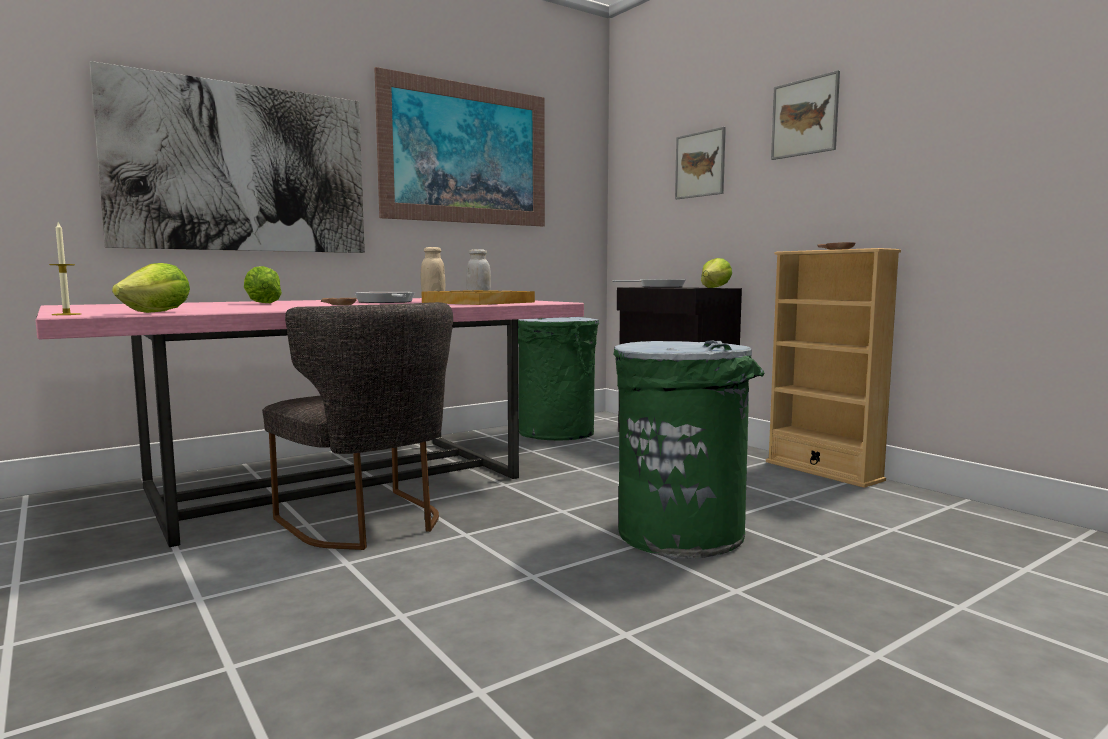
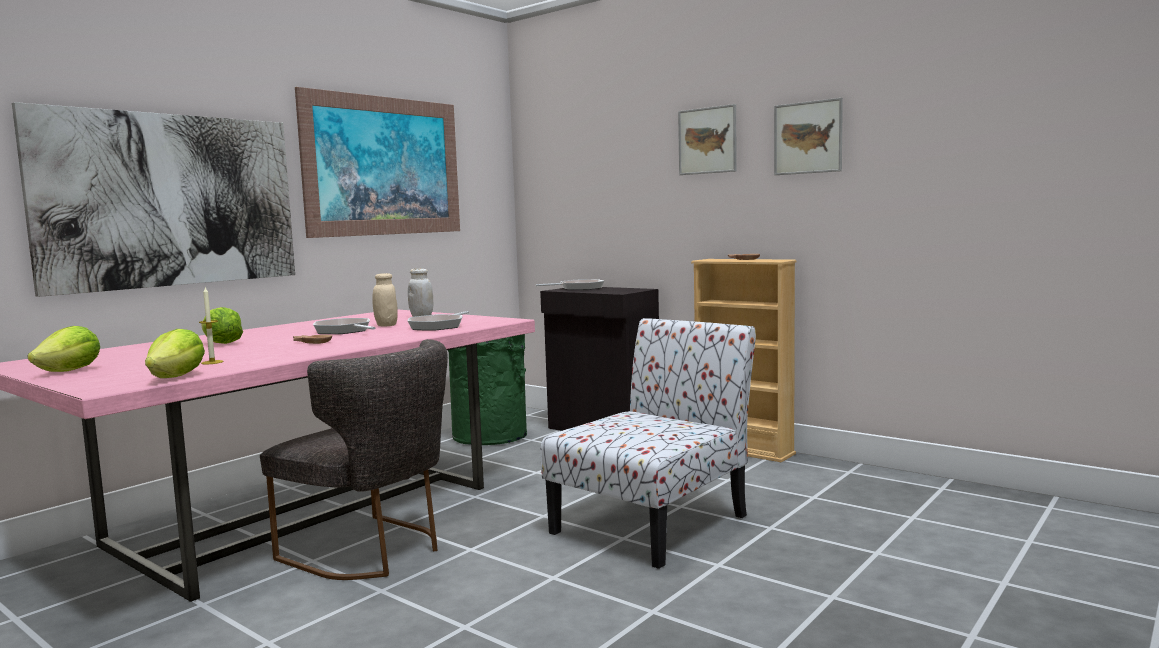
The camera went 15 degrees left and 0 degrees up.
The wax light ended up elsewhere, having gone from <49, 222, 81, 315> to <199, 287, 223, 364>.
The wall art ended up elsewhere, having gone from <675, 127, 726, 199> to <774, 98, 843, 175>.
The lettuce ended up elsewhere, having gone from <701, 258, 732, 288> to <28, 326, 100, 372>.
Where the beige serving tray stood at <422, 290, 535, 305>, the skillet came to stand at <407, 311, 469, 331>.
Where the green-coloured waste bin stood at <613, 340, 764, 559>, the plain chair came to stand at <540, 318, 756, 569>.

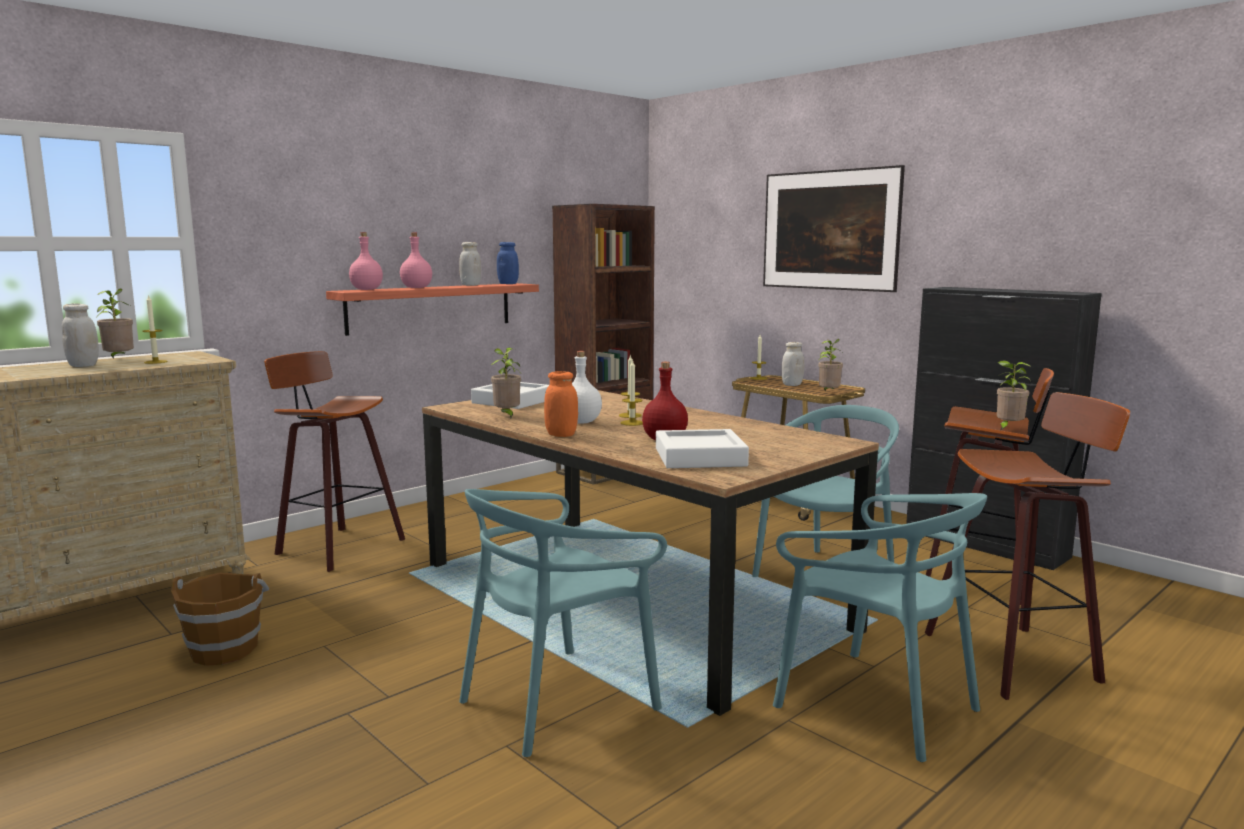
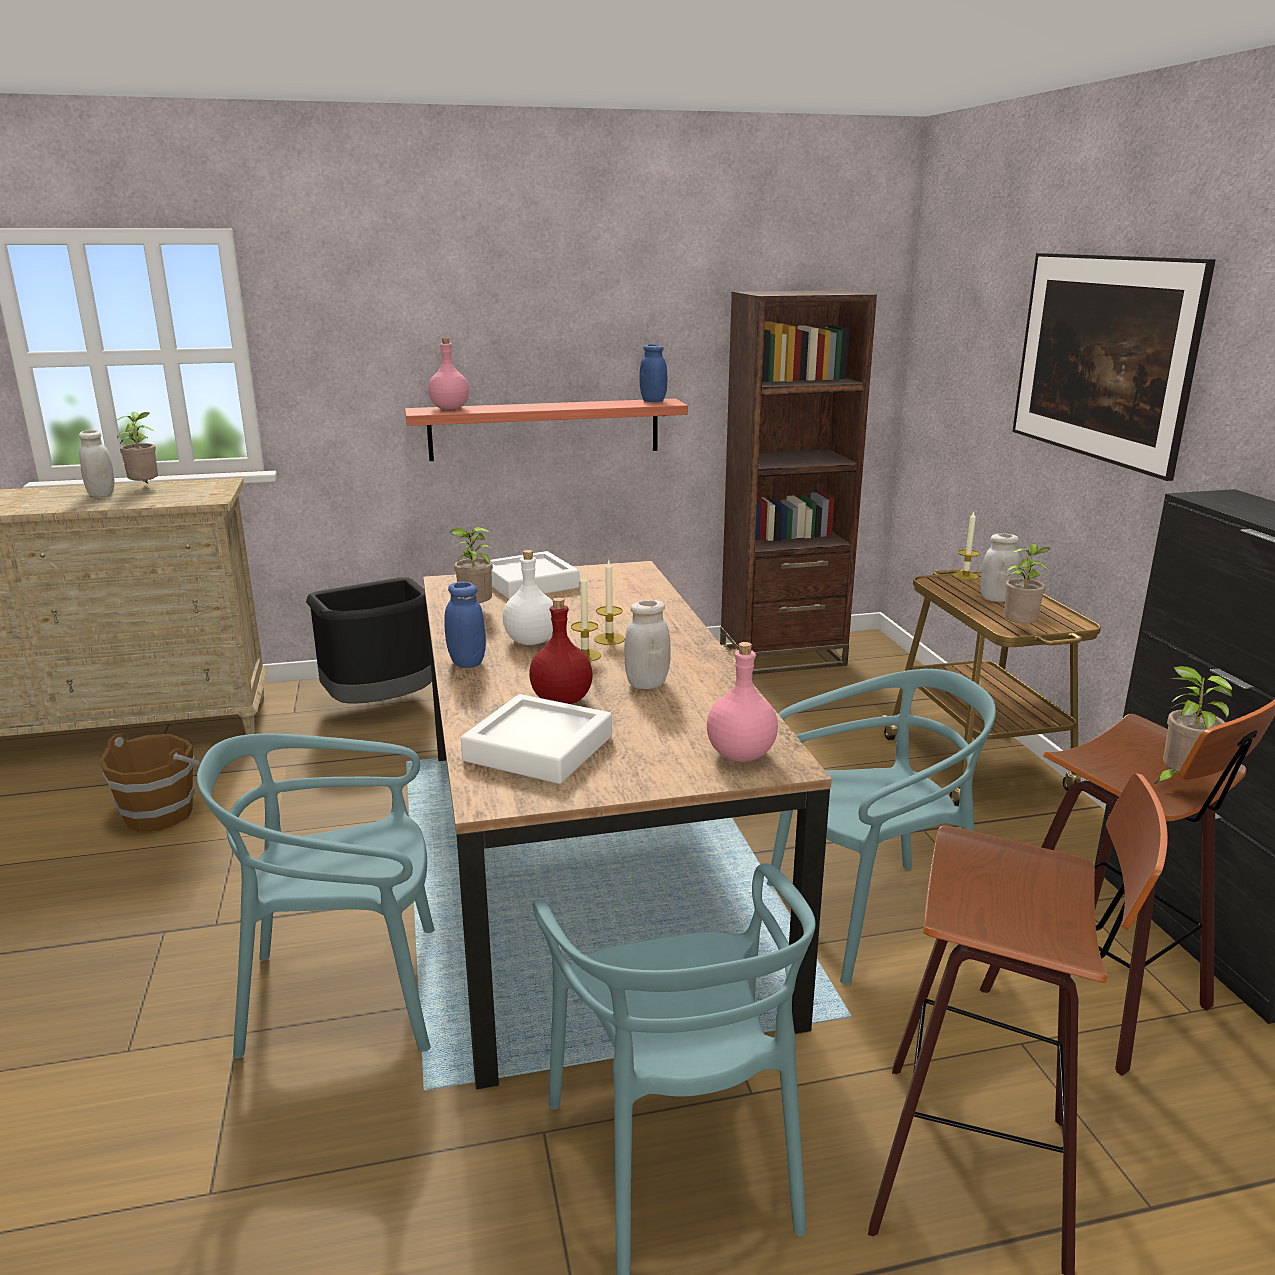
The camera went 30 degrees right and 10 degrees up.
The second view lost the wax light at <142, 295, 168, 364>.
The pink-coloured beverage bottle ended up elsewhere, having gone from <400, 233, 432, 288> to <707, 642, 778, 762>.
The white preserve jar ended up elsewhere, having gone from <459, 242, 481, 286> to <624, 600, 671, 689>.
Where the stool seat stood at <264, 351, 405, 572>, the blackish waste bin came to stand at <306, 577, 432, 704>.
What was the orangey preserve jar at <544, 371, 578, 437> turned into the bluish preserve jar at <444, 582, 486, 668>.

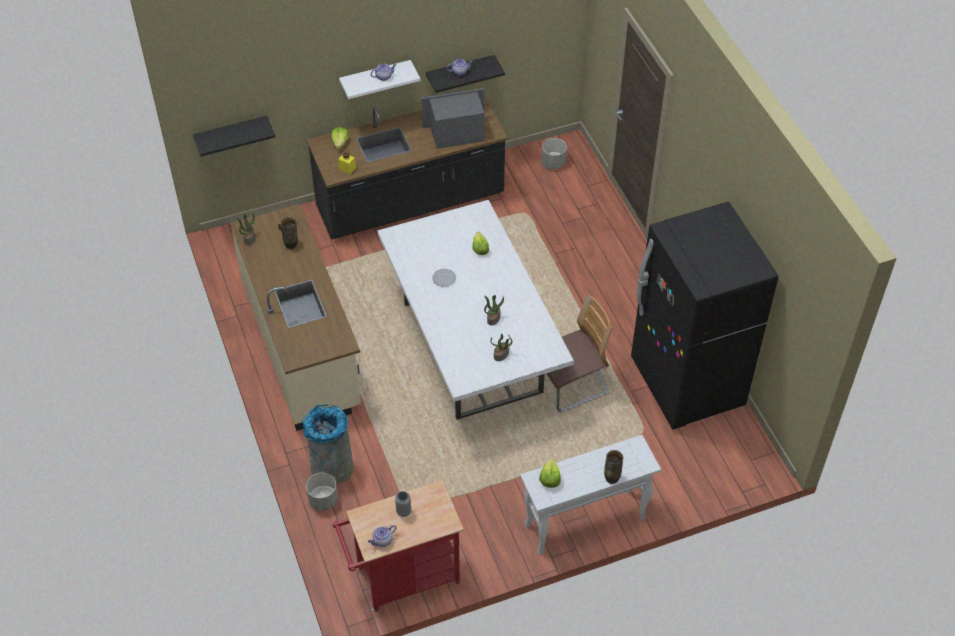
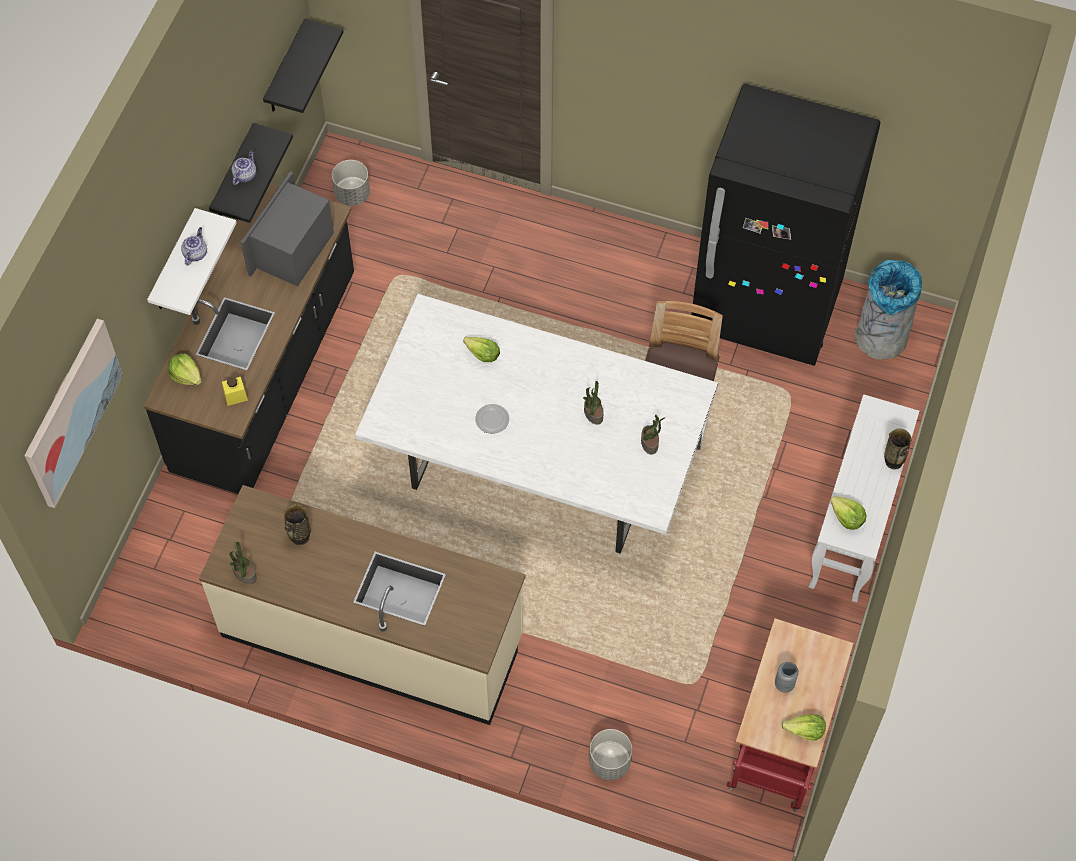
The camera went 50 degrees left and 10 degrees up.
The second view gained the wall art at <24, 319, 123, 508>.
The blackish bracket shelf ended up elsewhere, having gone from <193, 116, 275, 156> to <263, 18, 344, 113>.
The grey waste bin ended up elsewhere, having gone from <303, 404, 353, 484> to <854, 260, 922, 359>.
Where the teapot stood at <368, 525, 396, 547>, the lettuce came to stand at <782, 714, 826, 741>.

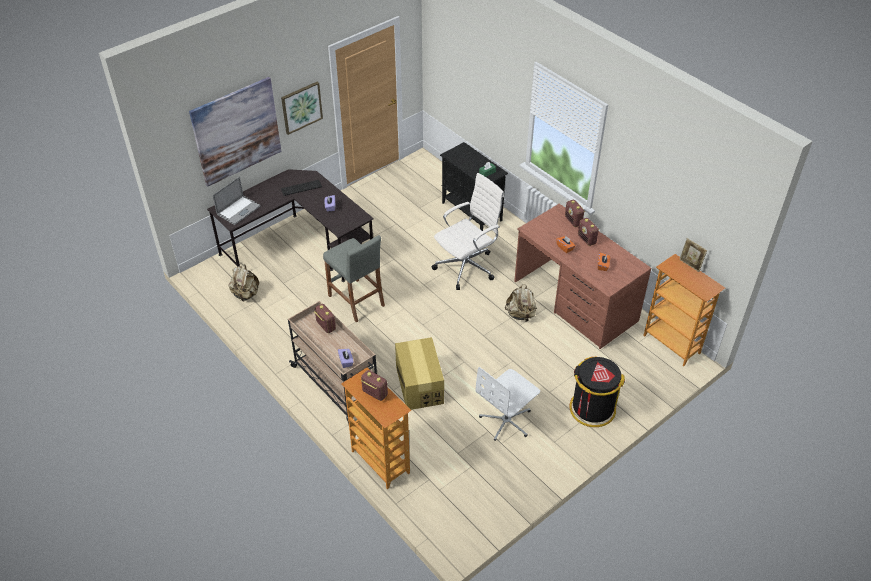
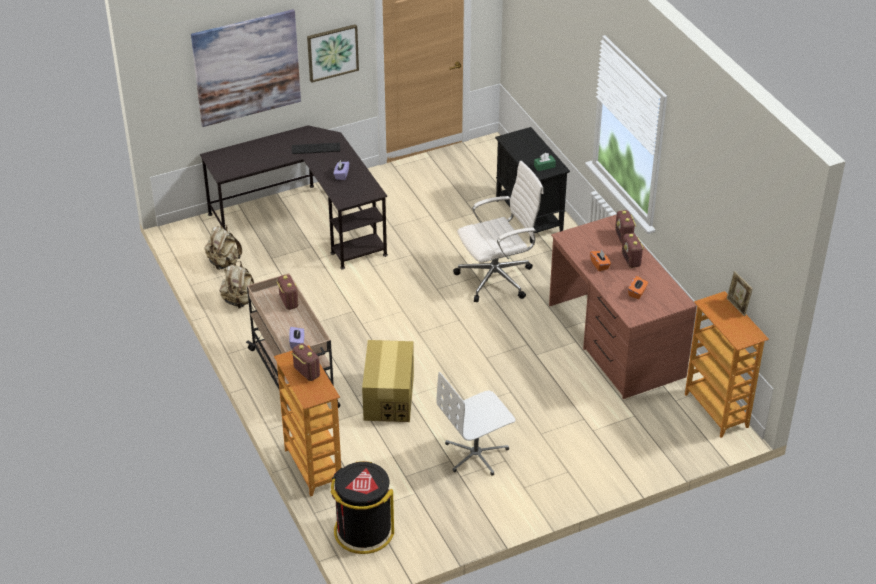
The camera went 15 degrees right and 5 degrees down.
The second view lost the notebook computer at <213, 177, 261, 225>.
The second view lost the grey stool seat at <323, 235, 385, 323>.
The beige backpack ended up elsewhere, having gone from <505, 284, 537, 322> to <220, 261, 254, 308>.
The blackish waste bin ended up elsewhere, having gone from <570, 356, 625, 427> to <330, 461, 394, 554>.

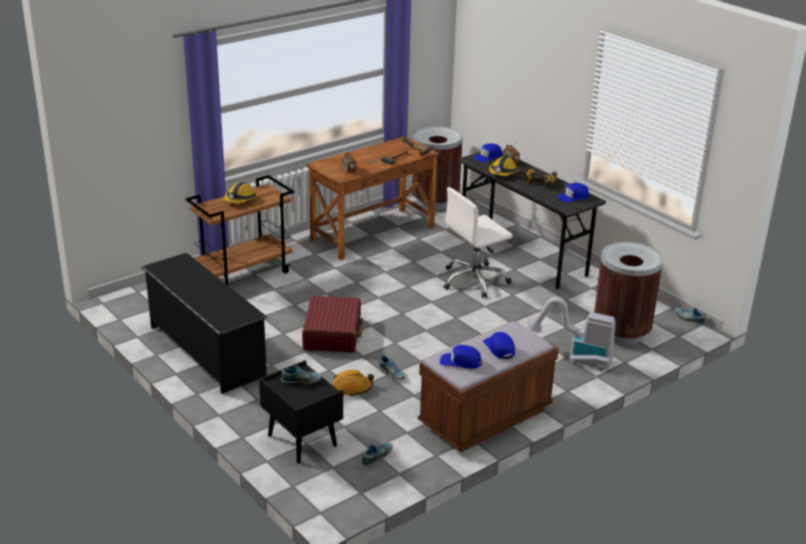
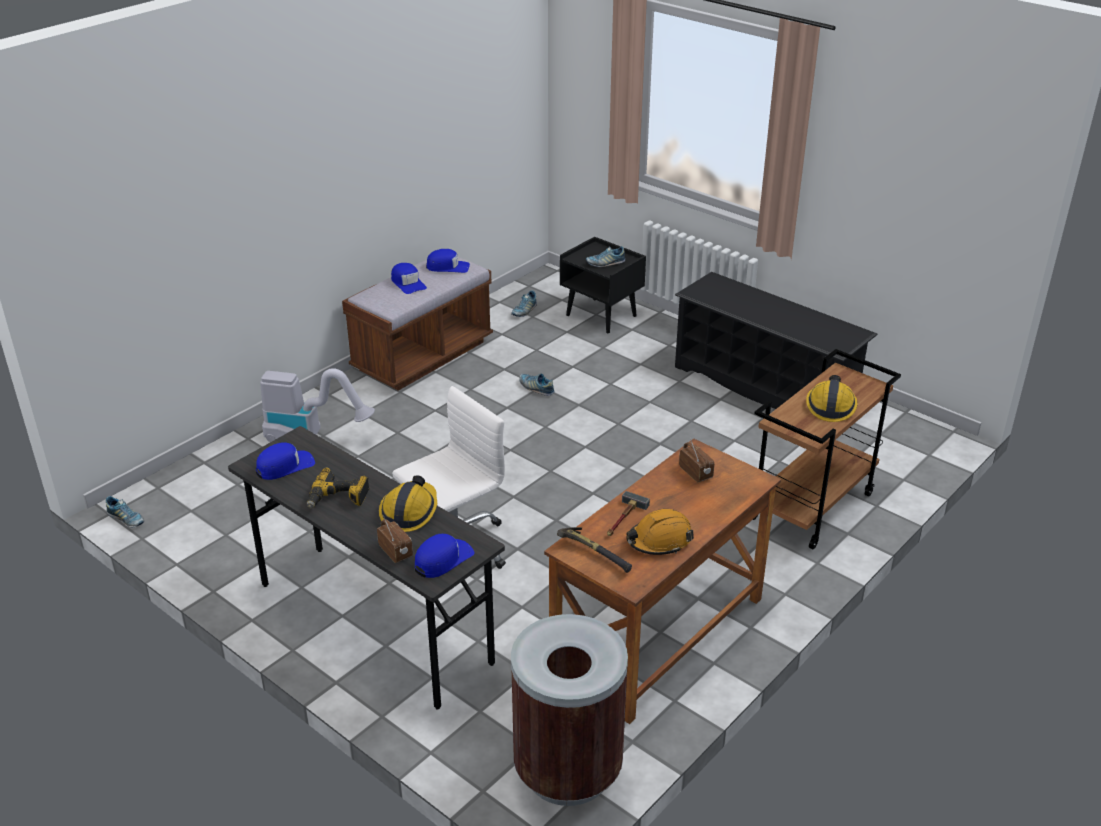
The camera went 170 degrees right and 5 degrees up.
The second view lost the reddish travel case at <302, 296, 362, 353>.
The second view lost the brown-coloured waste bin at <594, 242, 663, 345>.
The orangey hard hat ended up elsewhere, having gone from <333, 370, 374, 397> to <626, 509, 694, 555>.

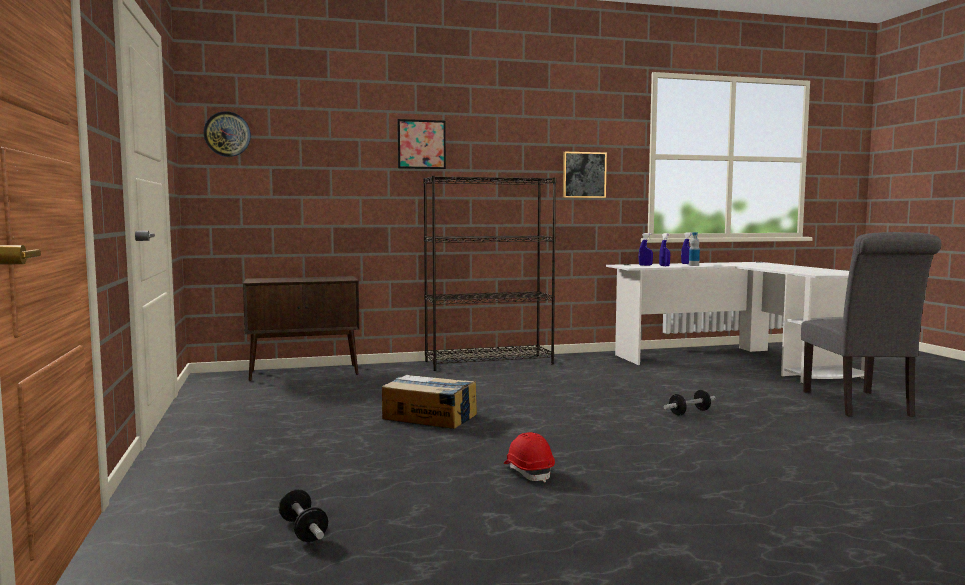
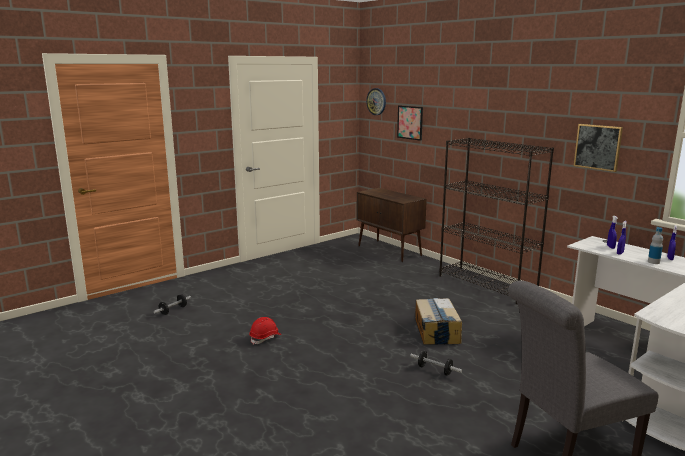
The camera went 65 degrees right and 10 degrees up.
The packing box ended up elsewhere, having gone from <382, 375, 477, 429> to <415, 298, 462, 345>.
The wall art ended up elsewhere, having gone from <397, 119, 446, 169> to <397, 106, 423, 141>.

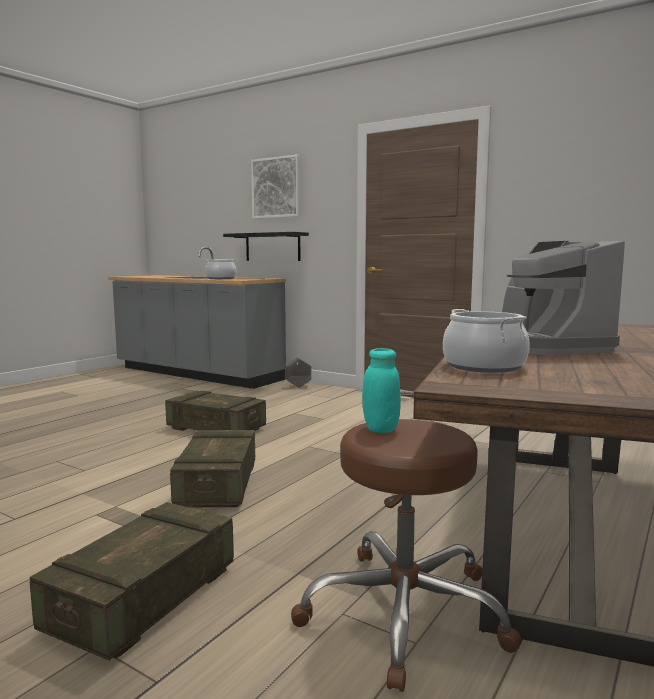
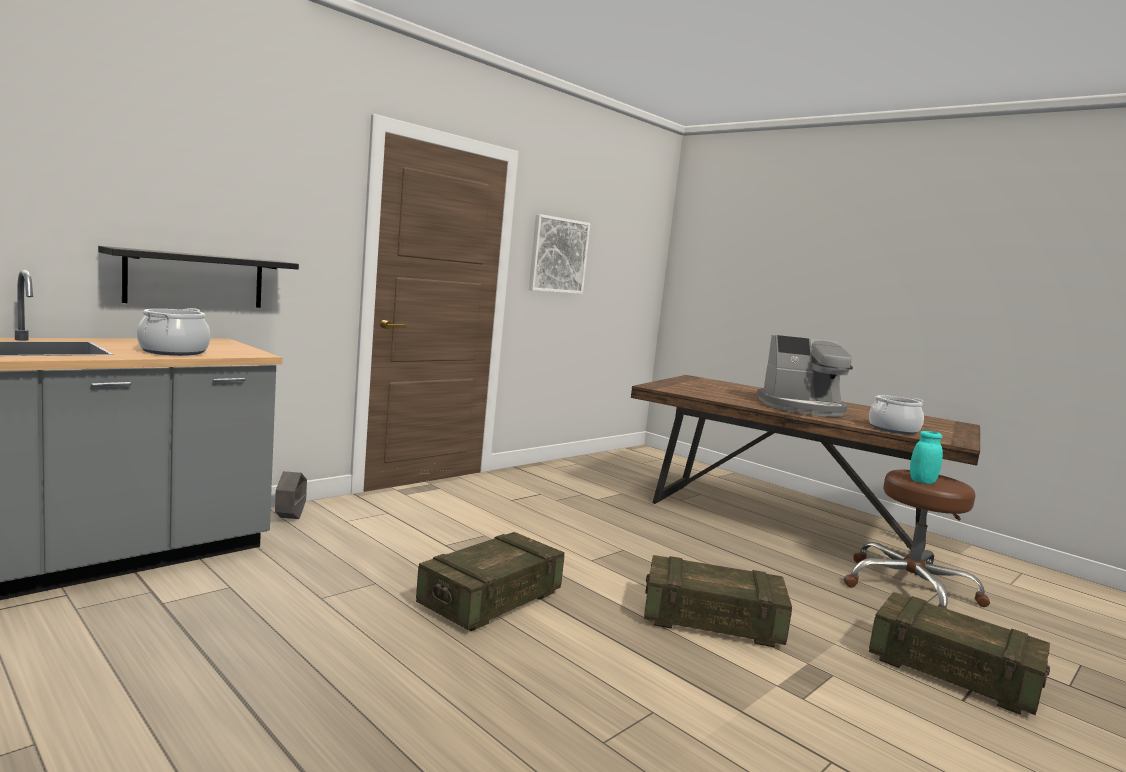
The camera went 80 degrees left and 0 degrees up.
The wall art ended up elsewhere, having gone from <251, 154, 300, 219> to <529, 214, 590, 294>.

